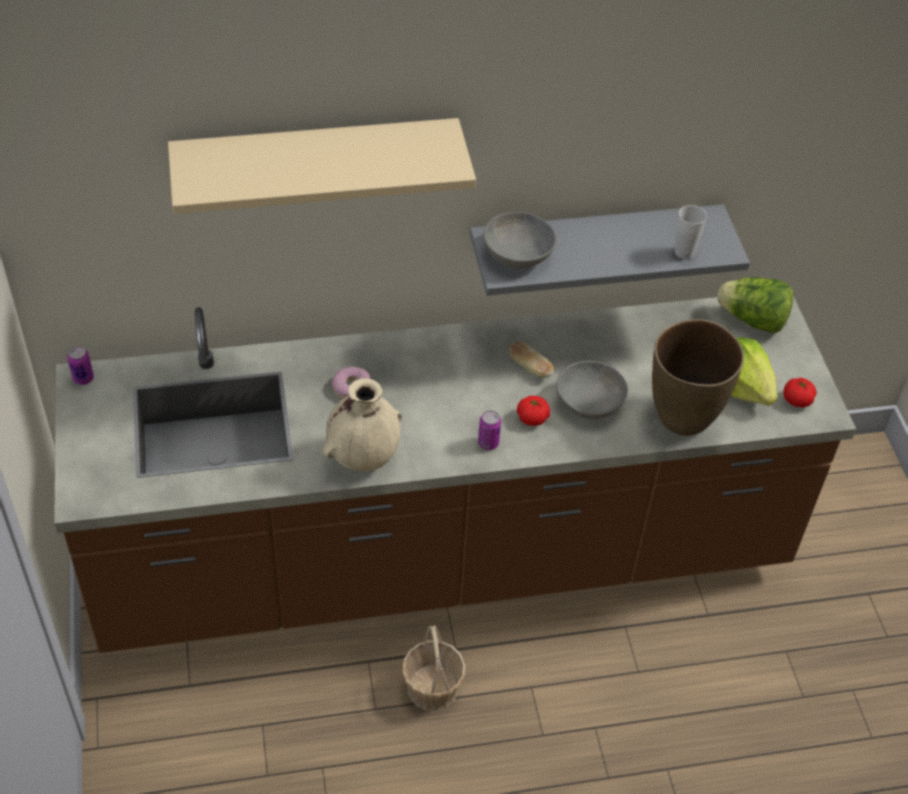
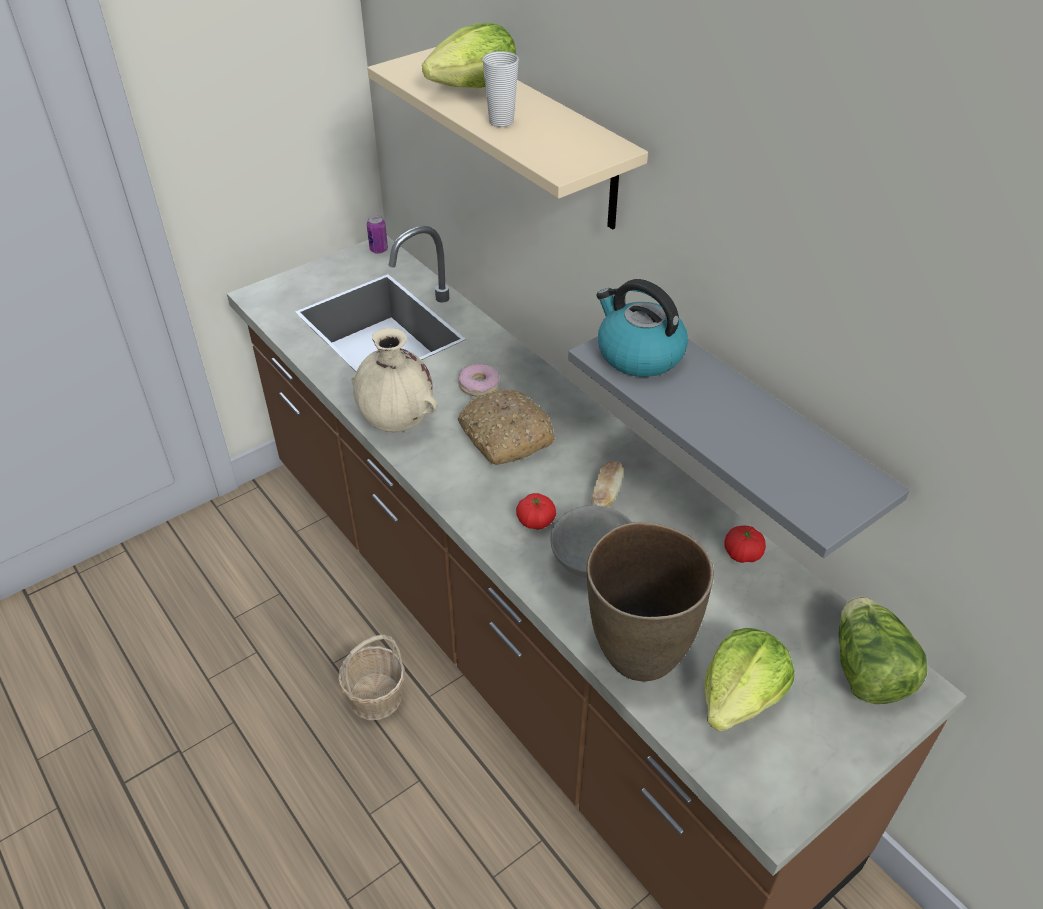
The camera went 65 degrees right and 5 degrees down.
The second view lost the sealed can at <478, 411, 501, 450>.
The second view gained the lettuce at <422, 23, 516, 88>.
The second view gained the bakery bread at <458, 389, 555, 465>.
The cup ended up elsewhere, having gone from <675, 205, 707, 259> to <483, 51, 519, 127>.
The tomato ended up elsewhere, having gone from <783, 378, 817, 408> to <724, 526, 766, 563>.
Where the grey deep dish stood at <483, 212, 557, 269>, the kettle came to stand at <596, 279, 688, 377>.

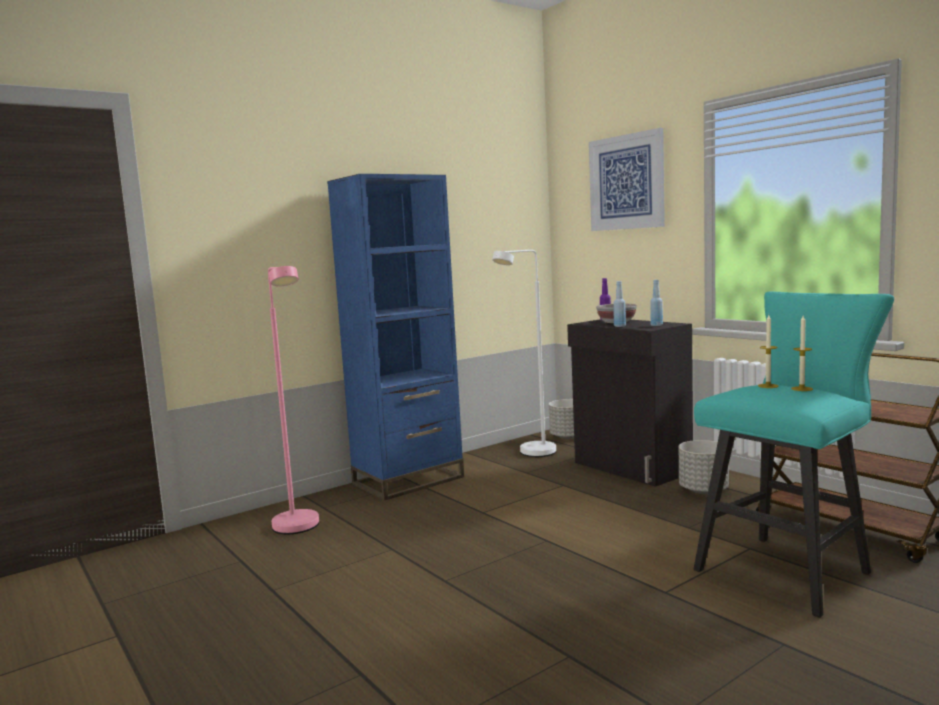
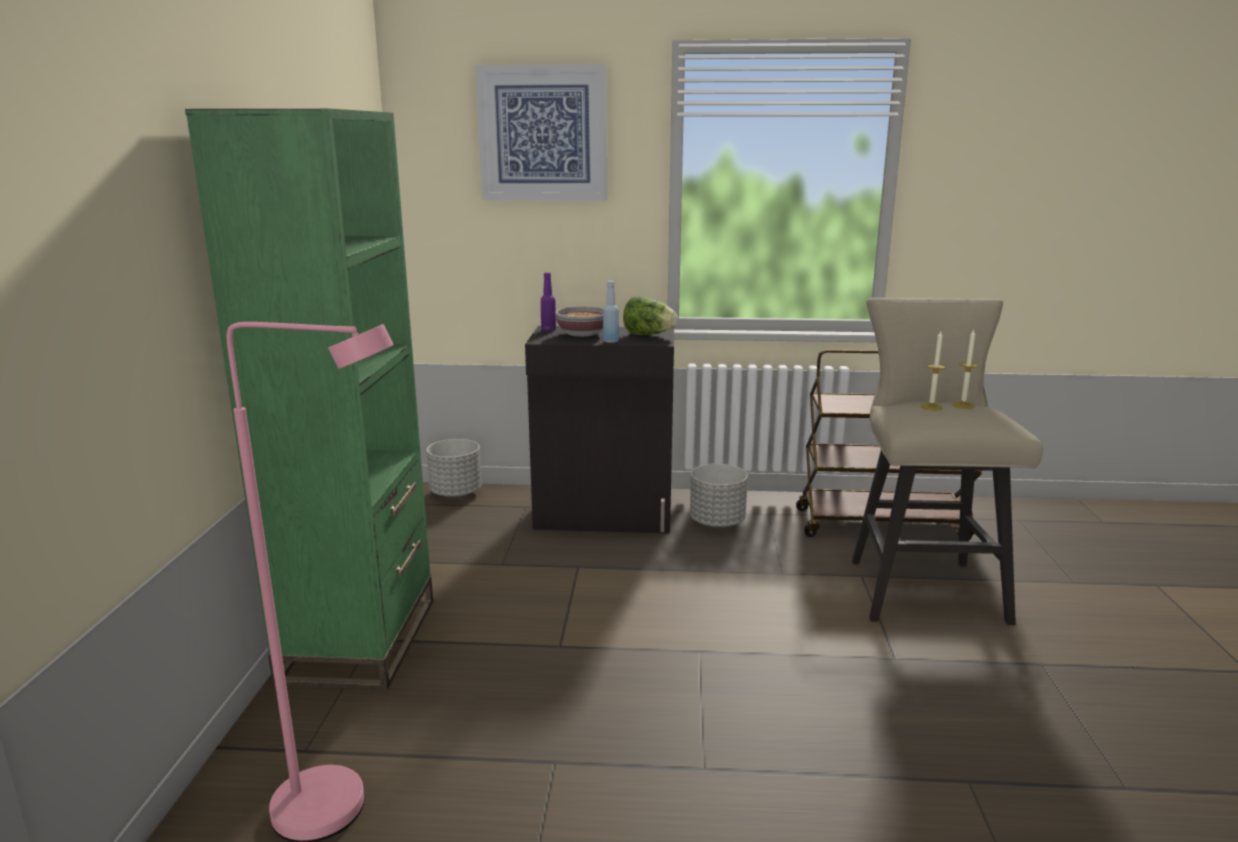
The camera went 50 degrees left and 10 degrees up.
The second view lost the white floor lamp at <492, 250, 556, 457>.
Where the bluish beverage bottle stood at <650, 280, 663, 326>, the lettuce came to stand at <623, 296, 678, 335>.
What was the bluish shelving unit at <327, 174, 464, 501> turned into the green-coloured shelving unit at <185, 108, 433, 690>.
What was the turquoise-coloured stool seat at <694, 291, 894, 618> turned into the beige stool seat at <852, 298, 1043, 625>.

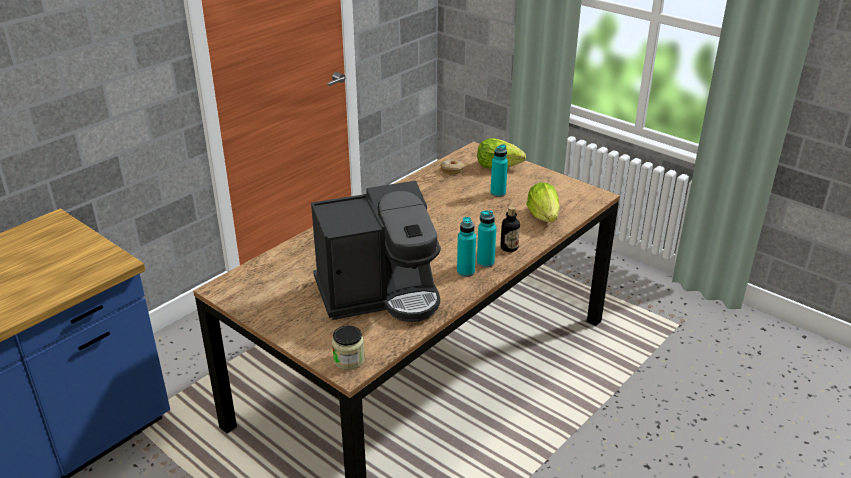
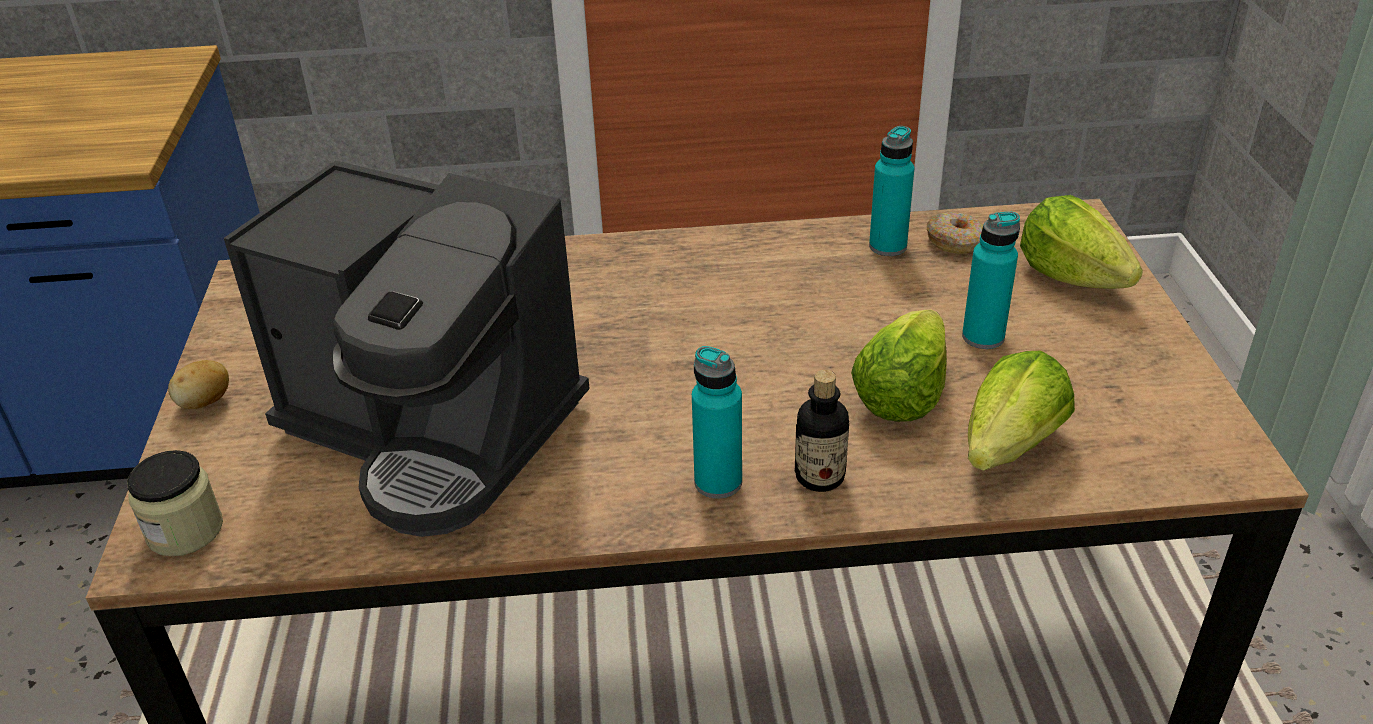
The camera went 45 degrees right and 5 degrees up.
The second view gained the whole potato at <168, 360, 229, 409>.
The second view gained the lettuce at <851, 310, 947, 422>.
The turquoise-coloured beverage bottle ended up elsewhere, having gone from <457, 217, 476, 277> to <869, 126, 914, 256>.

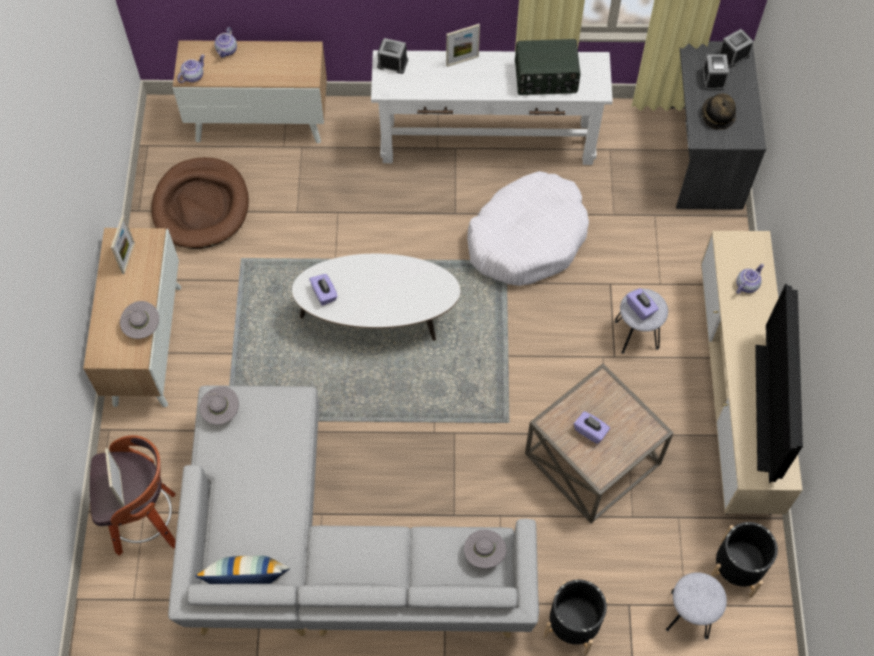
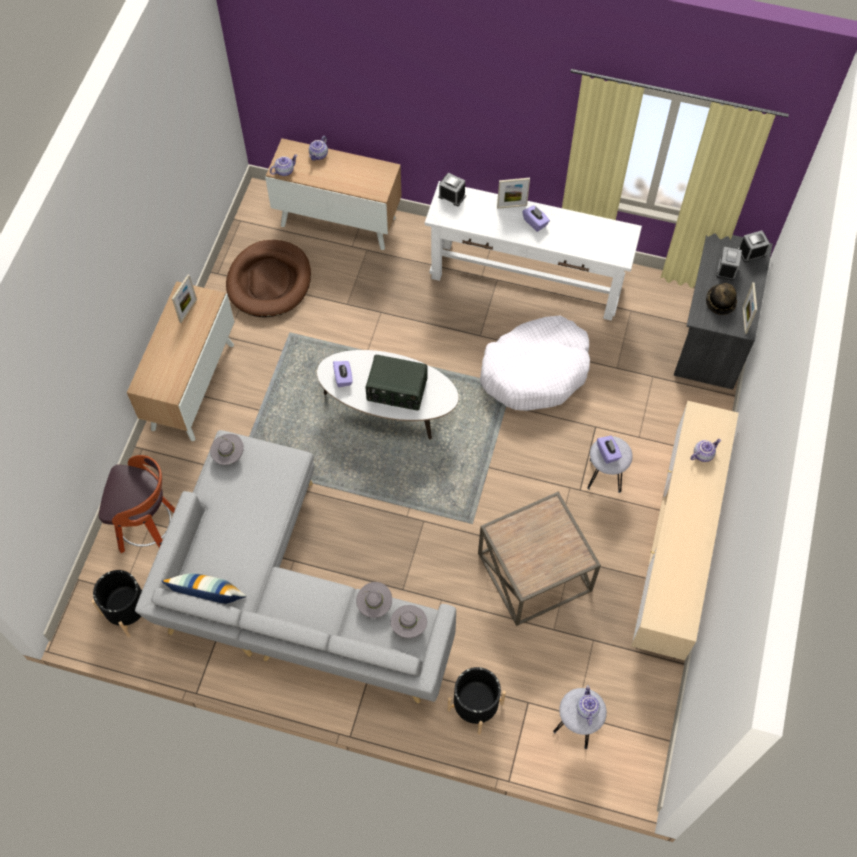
The camera went 15 degrees right and 0 degrees up.
The second view lost the TV at <755, 284, 803, 483>.
The second view gained the teapot at <577, 685, 600, 726>.
The photo frame ended up elsewhere, having gone from <105, 448, 124, 507> to <743, 282, 757, 334>.
The grey clothing hat ended up elsewhere, having gone from <120, 301, 159, 339> to <356, 582, 392, 618>.
The radio set ended up elsewhere, having gone from <515, 39, 581, 95> to <365, 355, 428, 411>.
The purple-coloured box of tissues ended up elsewhere, having gone from <574, 411, 610, 444> to <523, 205, 550, 232>.
The blackish plant pot ended up elsewhere, having gone from <710, 522, 778, 598> to <92, 570, 142, 638>.

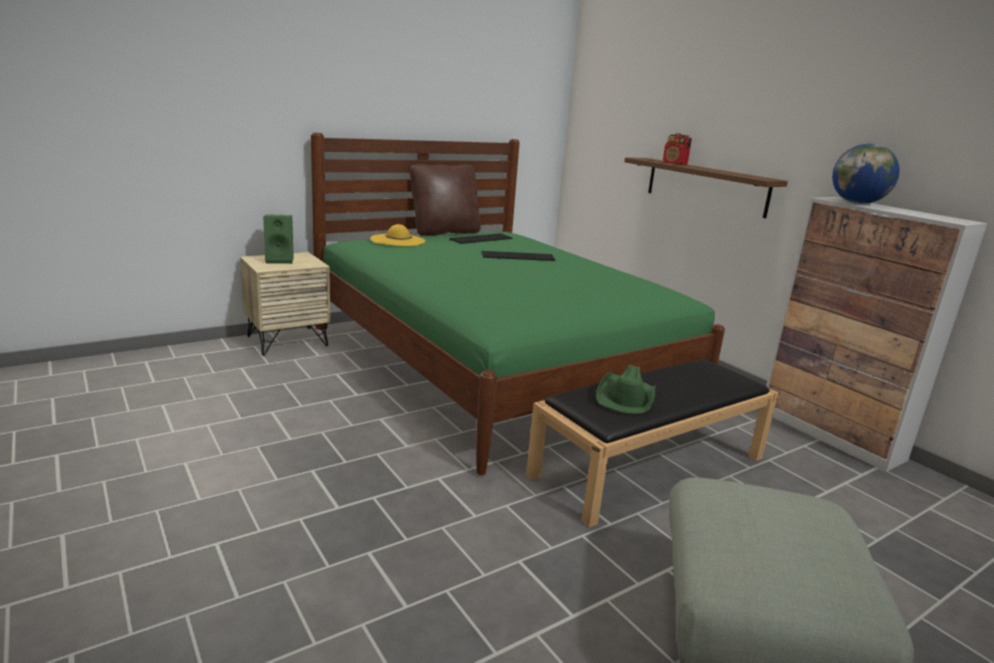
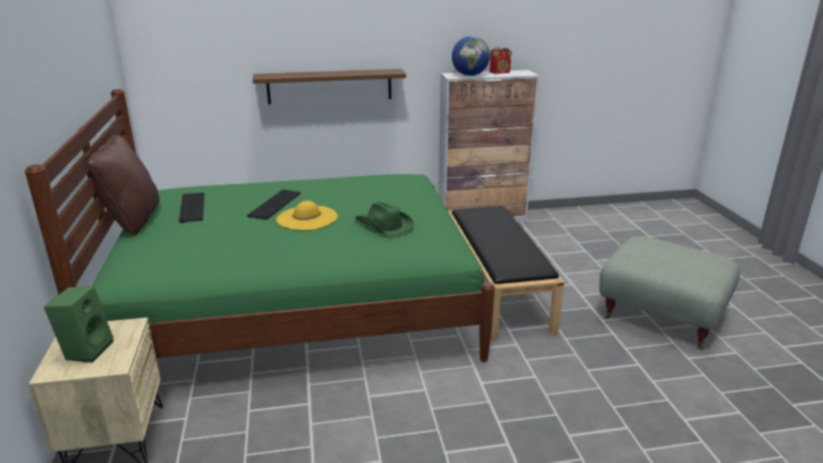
The camera went 65 degrees left and 5 degrees up.
The yellow clothing hat ended up elsewhere, having gone from <370, 224, 426, 246> to <276, 201, 338, 230>.
The green-coloured clothing hat ended up elsewhere, having gone from <596, 365, 656, 414> to <355, 202, 414, 236>.
The radio set ended up elsewhere, having gone from <663, 133, 692, 165> to <490, 47, 512, 74>.

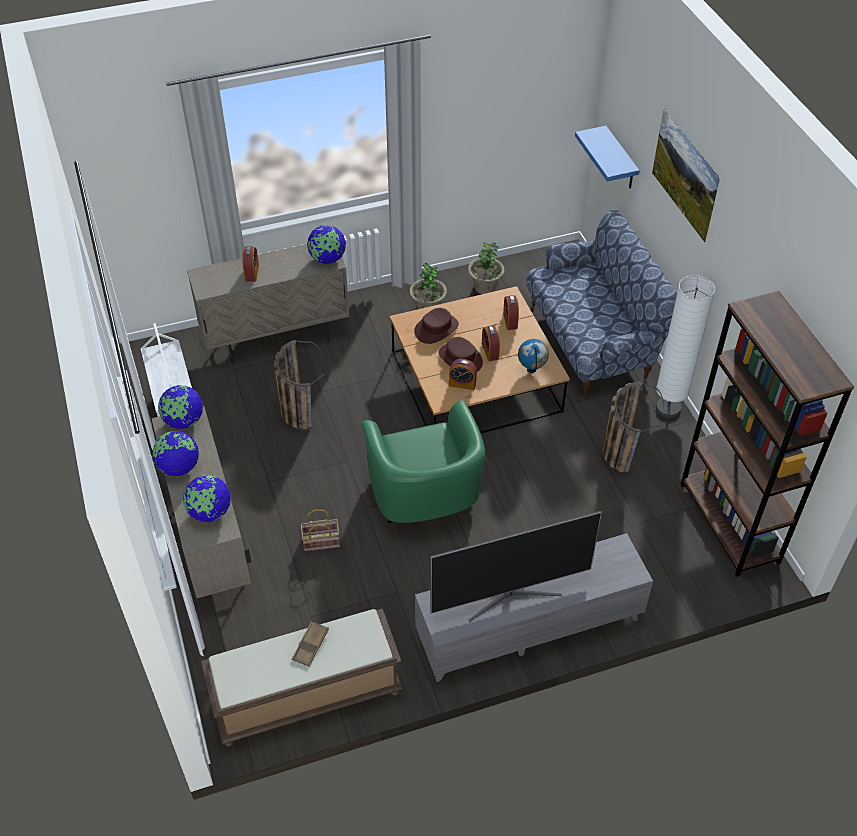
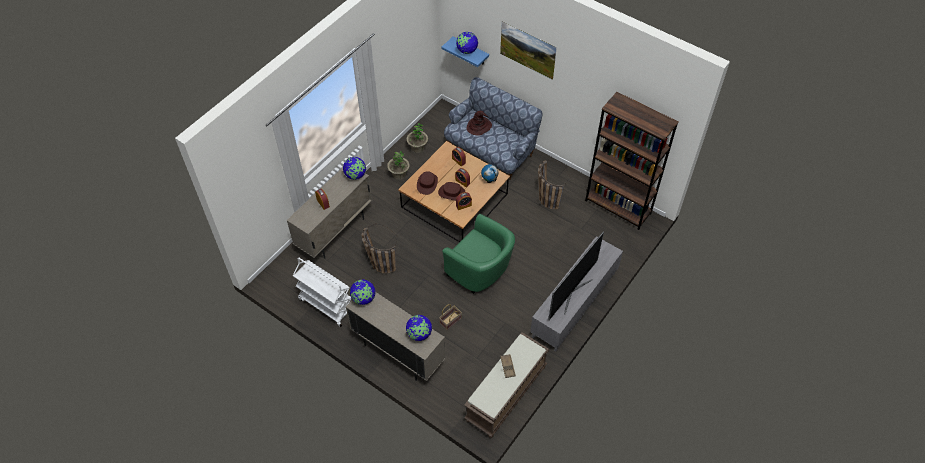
The camera went 35 degrees left and 5 degrees up.
The second view lost the white floor lamp at <656, 275, 715, 418>.
The second view gained the brown-coloured clothing hat at <466, 111, 492, 136>.
The world globe ended up elsewhere, having gone from <152, 431, 199, 476> to <456, 32, 478, 54>.

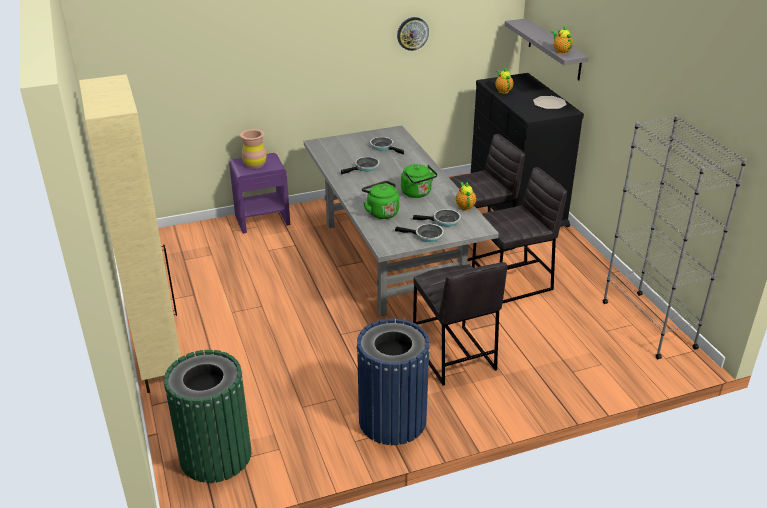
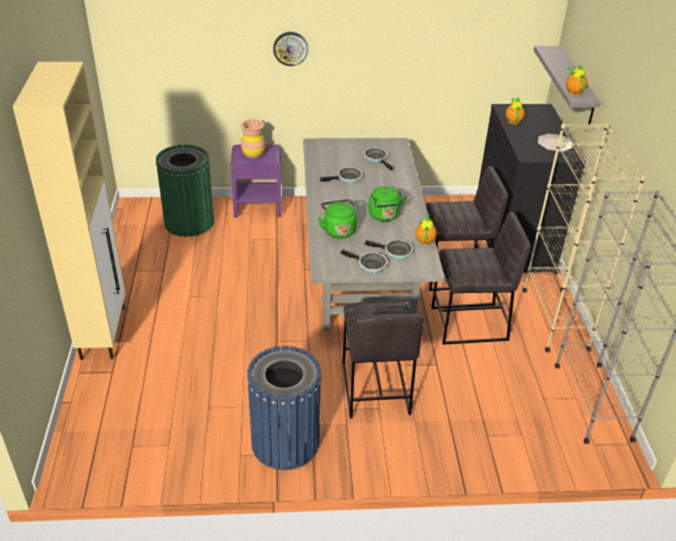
The camera went 15 degrees right and 5 degrees up.
The second view gained the beige shelving unit at <523, 124, 646, 352>.
The green-coloured waste bin ended up elsewhere, having gone from <164, 350, 251, 483> to <156, 144, 214, 237>.
The wall clock ended up elsewhere, having gone from <397, 17, 429, 51> to <273, 32, 308, 66>.

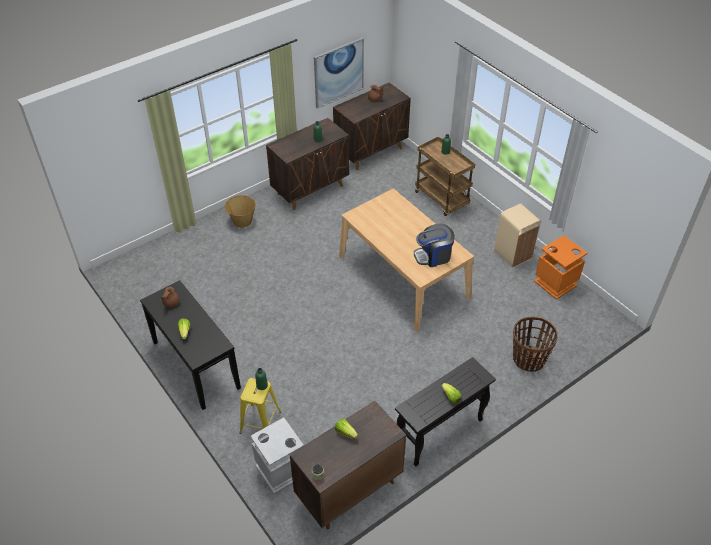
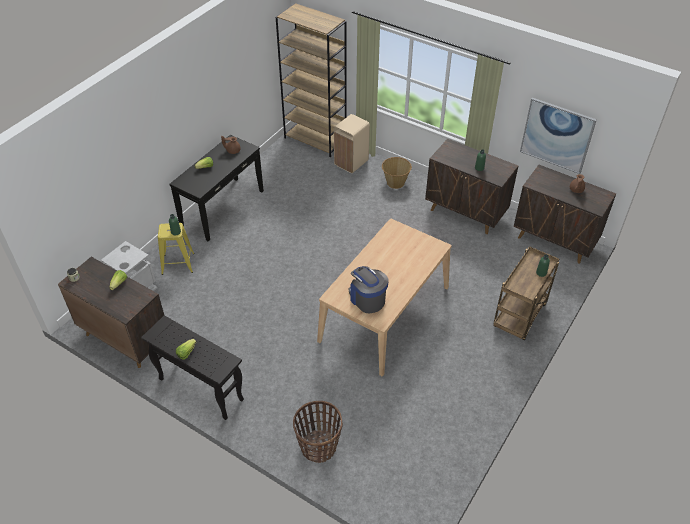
The camera went 70 degrees right and 0 degrees up.
The second view lost the orangey waste bin at <534, 235, 587, 300>.
The second view gained the brown-coloured shelving unit at <276, 3, 347, 158>.
The beige waste bin ended up elsewhere, having gone from <494, 204, 541, 267> to <334, 114, 370, 173>.

